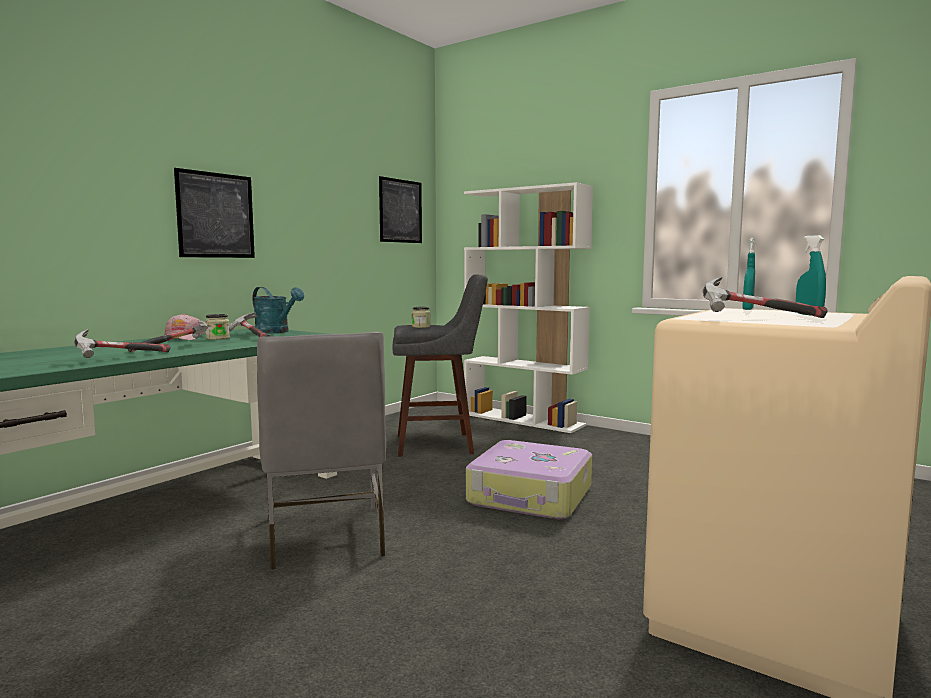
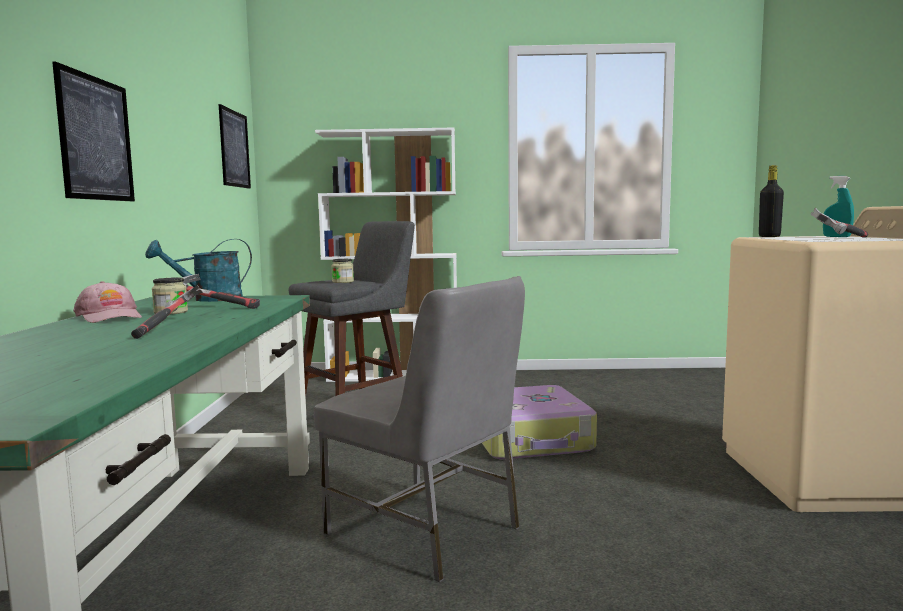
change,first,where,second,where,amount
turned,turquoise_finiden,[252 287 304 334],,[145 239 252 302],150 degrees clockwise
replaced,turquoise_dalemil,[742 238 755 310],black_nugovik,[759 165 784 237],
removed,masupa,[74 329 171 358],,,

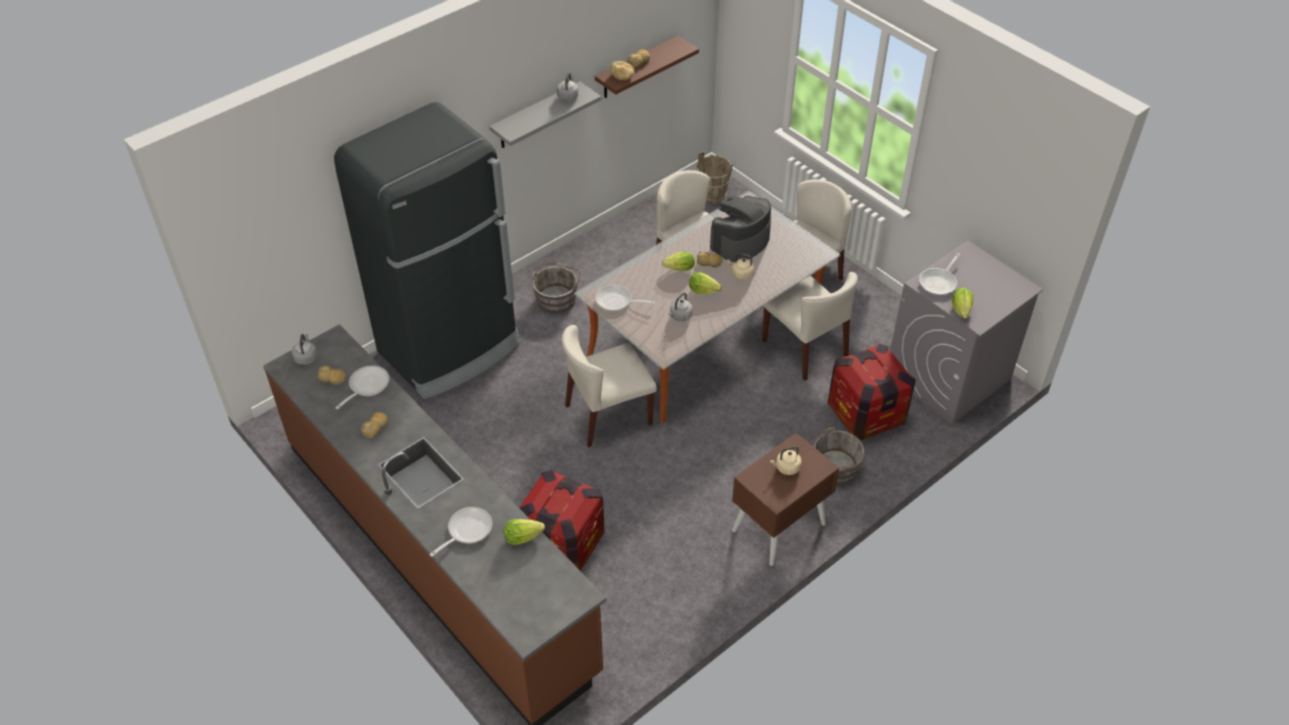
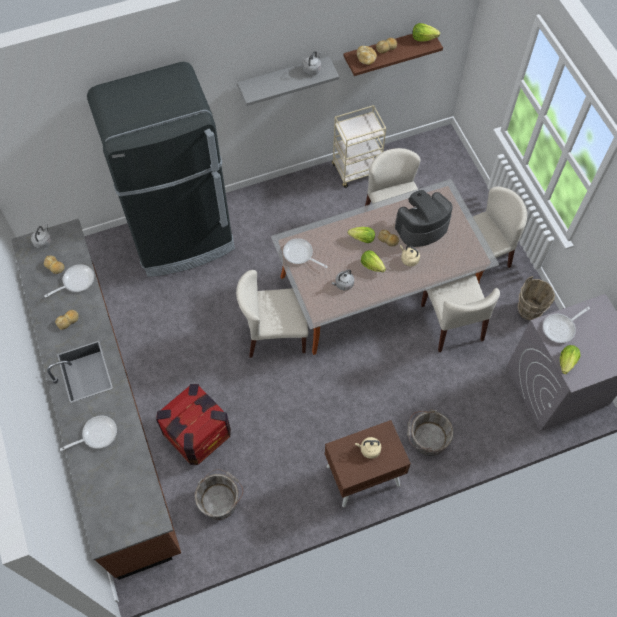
change,first,where,second,where,amount
moved,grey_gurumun,[532 263 580 313],,[194 469 243 520],
added,,,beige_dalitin,[332 105 386 188],
moved,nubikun,[503 519 545 545],,[413 23 440 41],
moved,brown_gurumun,[696 151 733 204],,[518 276 555 320],
removed,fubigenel,[828 344 916 440],,,

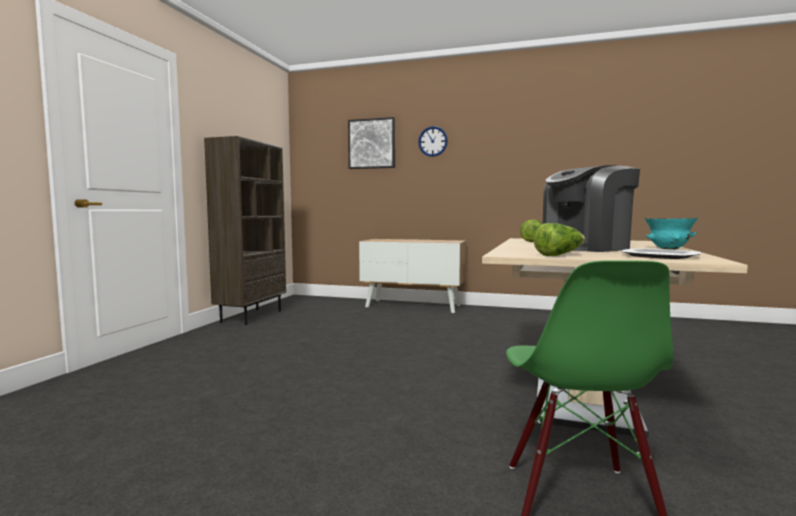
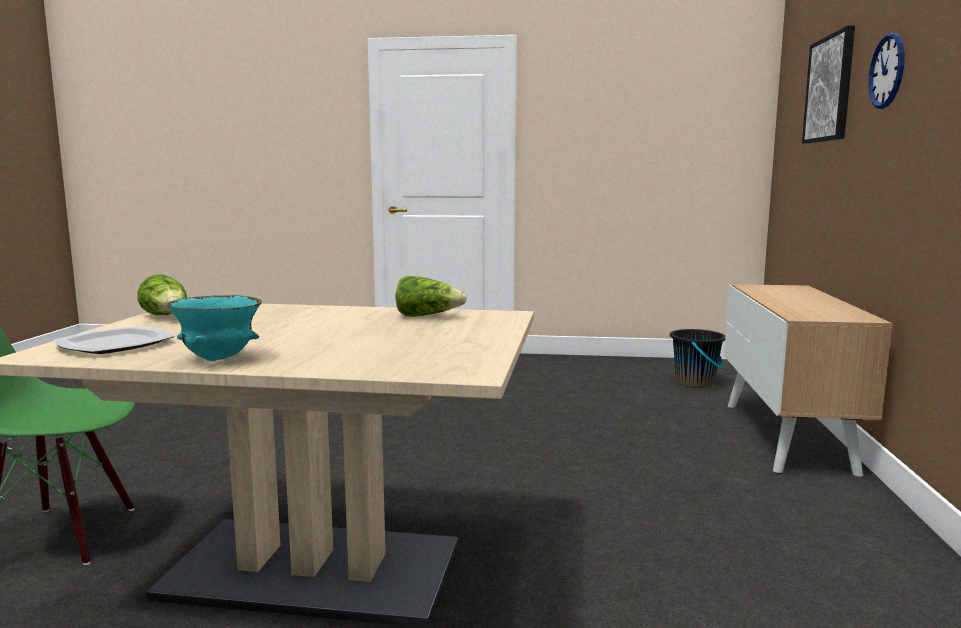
change,first,where,second,where,amount
added,,,black_gurumun,[670 329 725 388],
removed,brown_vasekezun,[204 136 286 325],,,
removed,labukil,[543 165 640 252],,,

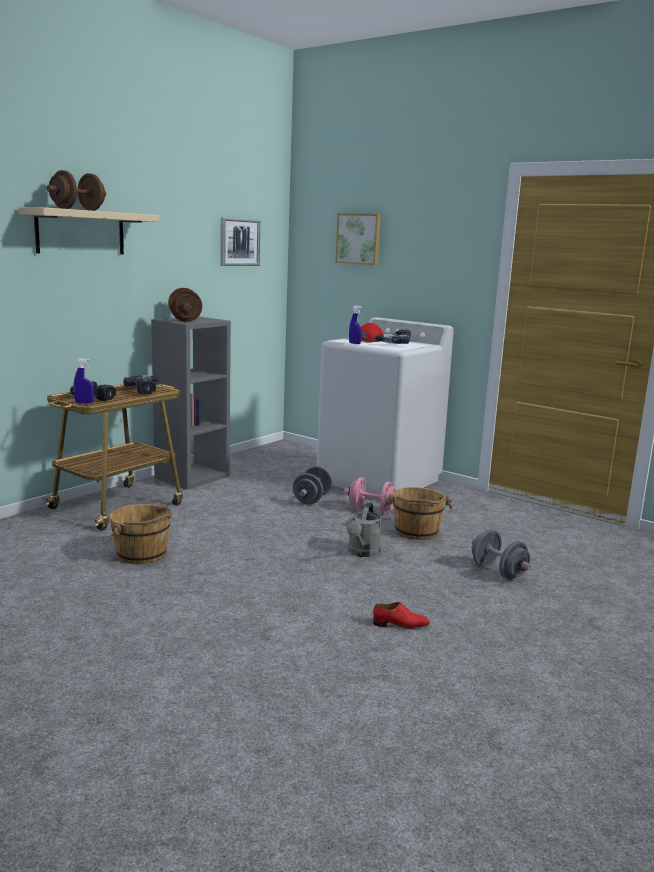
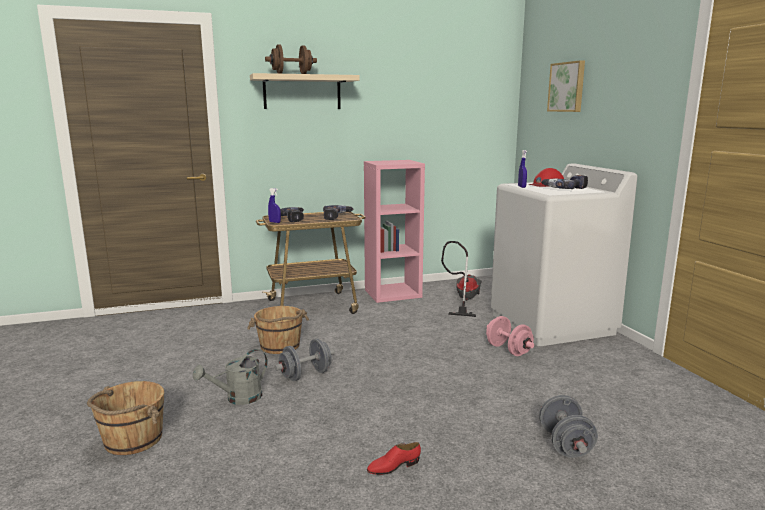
change,first,where,second,where,amount
moved,brown_gurumun,[384 487 453 540],,[87 381 164 455],
moved,grey_finiden,[347 502 381 557],,[193 349 268 405],
moved,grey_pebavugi,[293 466 333 505],,[274 339 335 381],
recoloured,grey_vasekezun,[151 317 231 490],pink_vasekezun,[364 160 425 303],
turned,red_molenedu,[373 602 430 629],,[367 442 421 475],120 degrees clockwise
added,,,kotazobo,[441 241 481 317],
removed,brown_pebavugi,[168 288 202 322],,,
removed,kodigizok,[220 217 260 266],,,

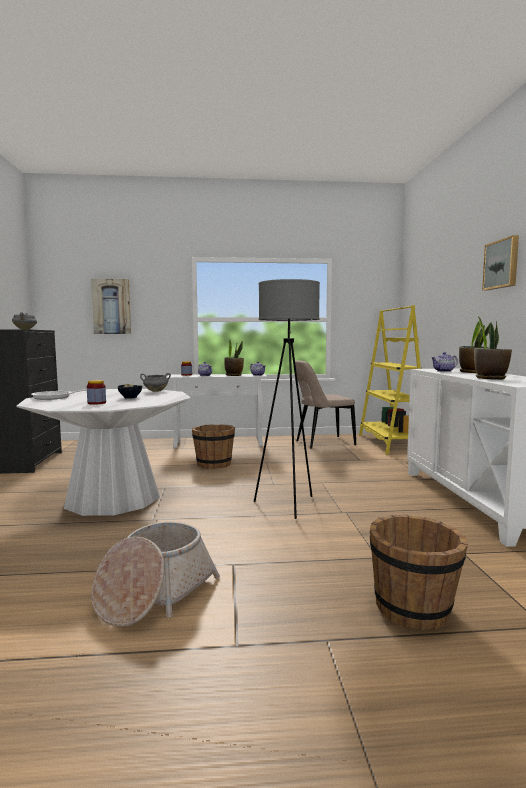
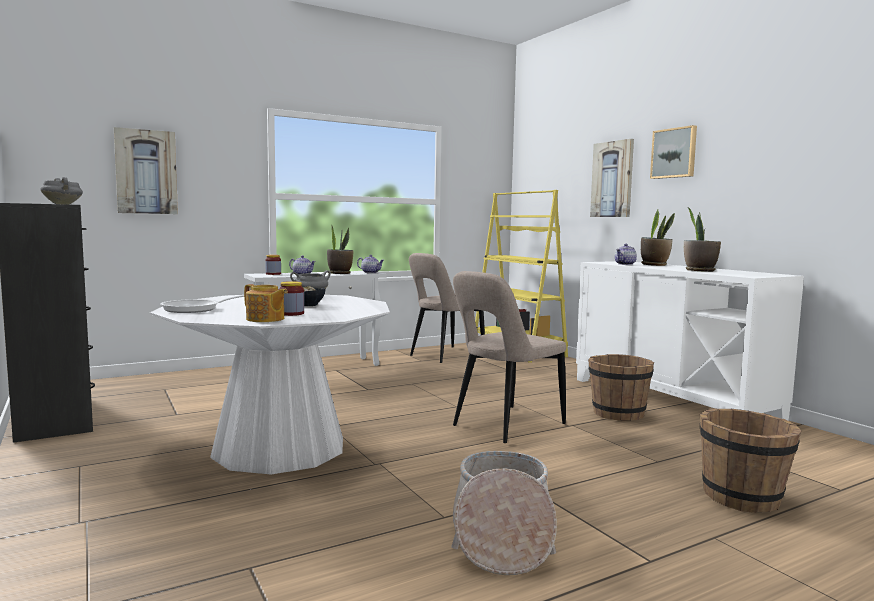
change,first,where,second,where,amount
added,,,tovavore,[244 284 288 322],
replaced,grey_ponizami,[254 279 320 519],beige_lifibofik,[453 271 566 443],
moved,brown_gurumun,[192 424 235 469],,[588 354 654 421],
added,,,kodigizok,[590 139 634 217],

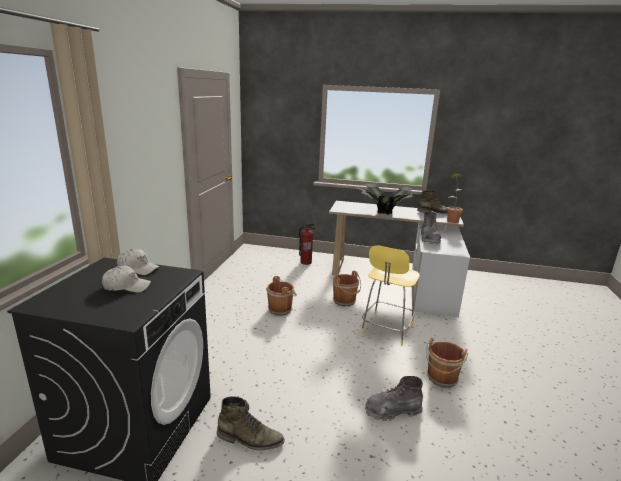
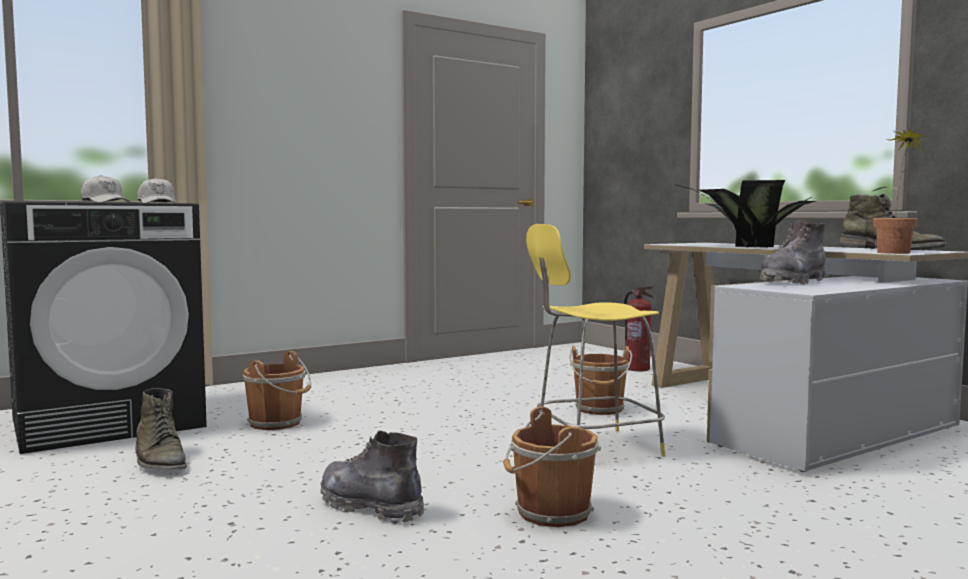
change,first,where,second,where,amount
moved,brown_gurumun,[266 276 297 316],,[243 351 311 430],

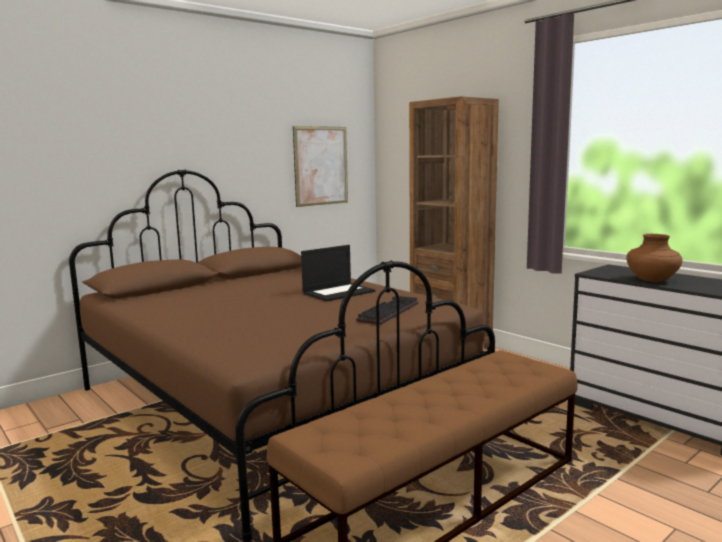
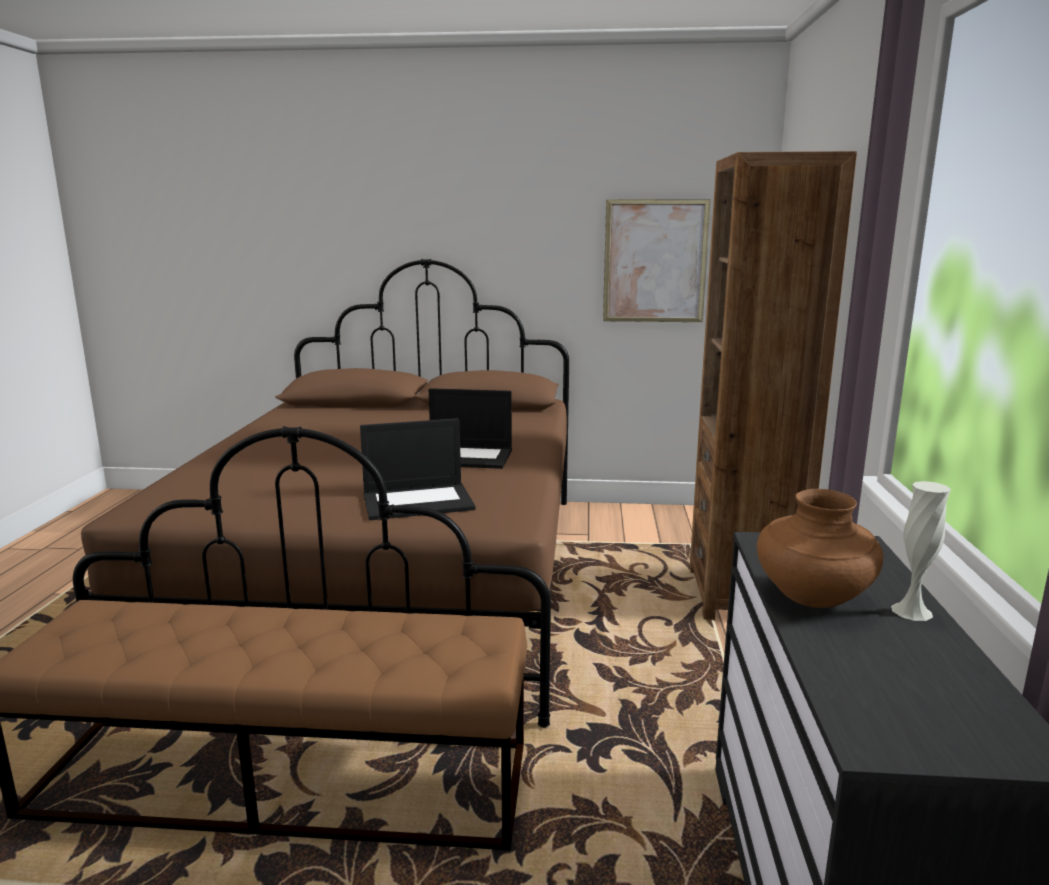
change,first,where,second,where,amount
replaced,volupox,[357 296 418 325],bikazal,[360 418 476 520],
added,,,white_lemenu,[891 481 951 621],

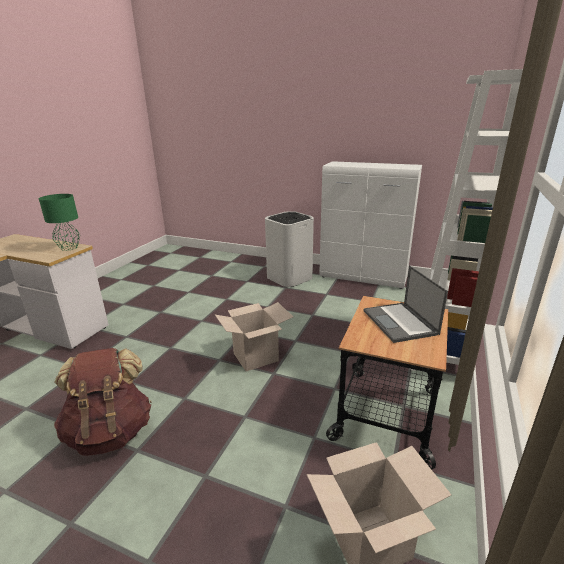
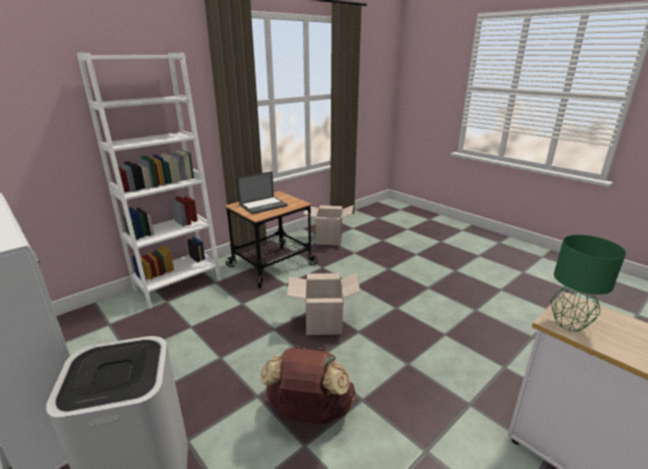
change,first,where,second,where,amount
turned,bikazal,[364 265 448 343],,[237 171 288 214],45 degrees clockwise
moved,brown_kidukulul,[54 348 152 456],,[260 346 356 424],

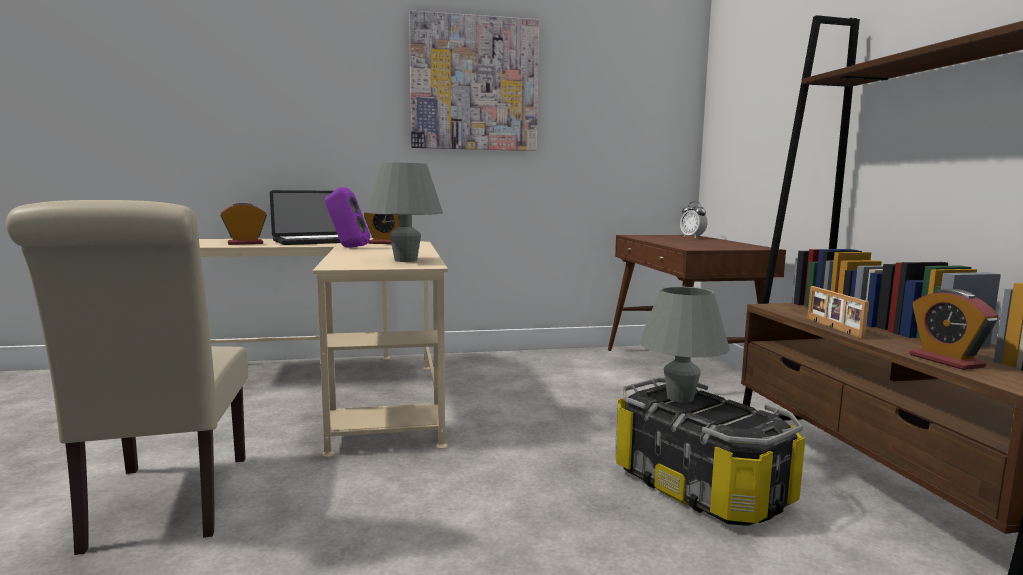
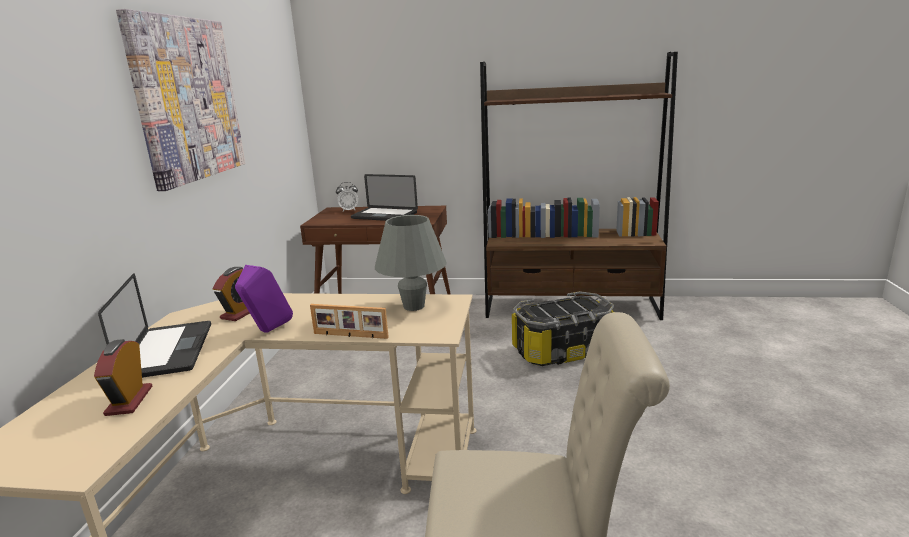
change,first,where,second,where,amount
moved,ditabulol,[807 286 869 339],,[310 304 389 339],
added,,,bikazal,[351 174 418 221],
removed,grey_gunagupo,[639 286 730 403],,,
removed,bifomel,[909 289 998 370],,,

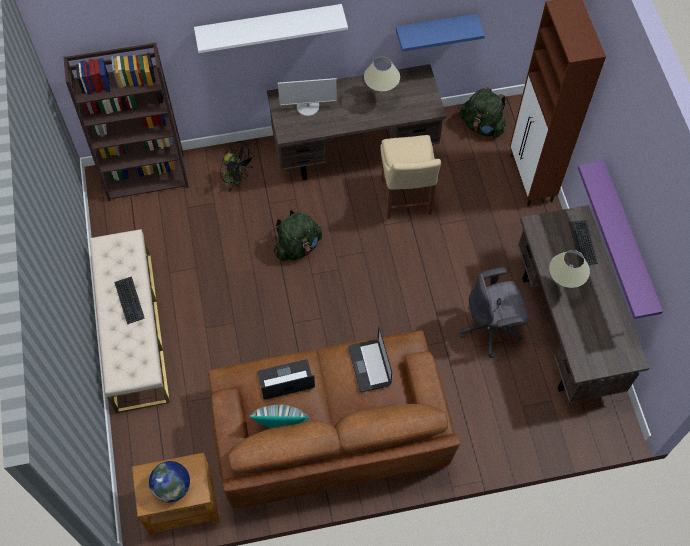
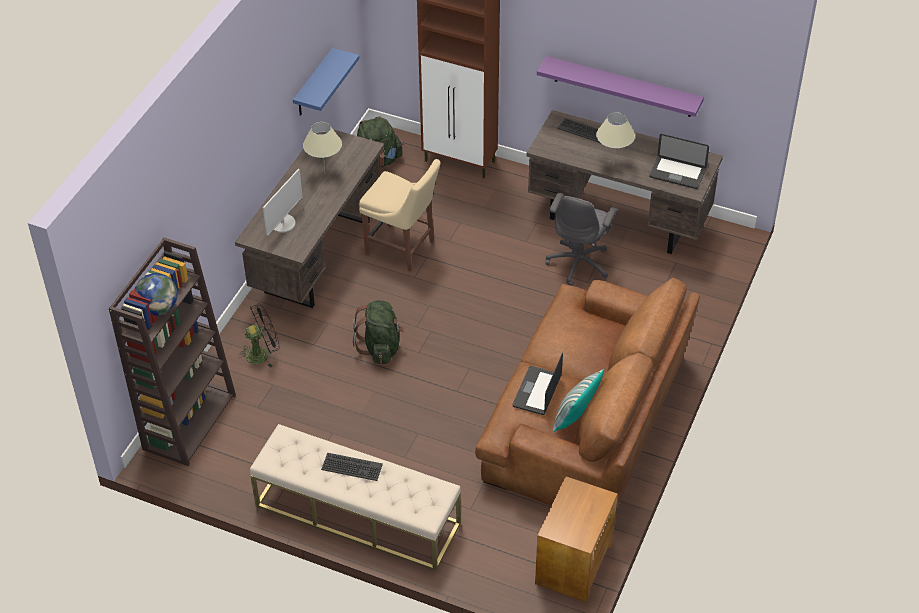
change,first,where,second,where,amount
moved,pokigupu,[149 461 190 503],,[136 273 177 315],
moved,bikazal,[348 326 392 392],,[649 134 709 189],
removed,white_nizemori,[194 4 348 53],,,

